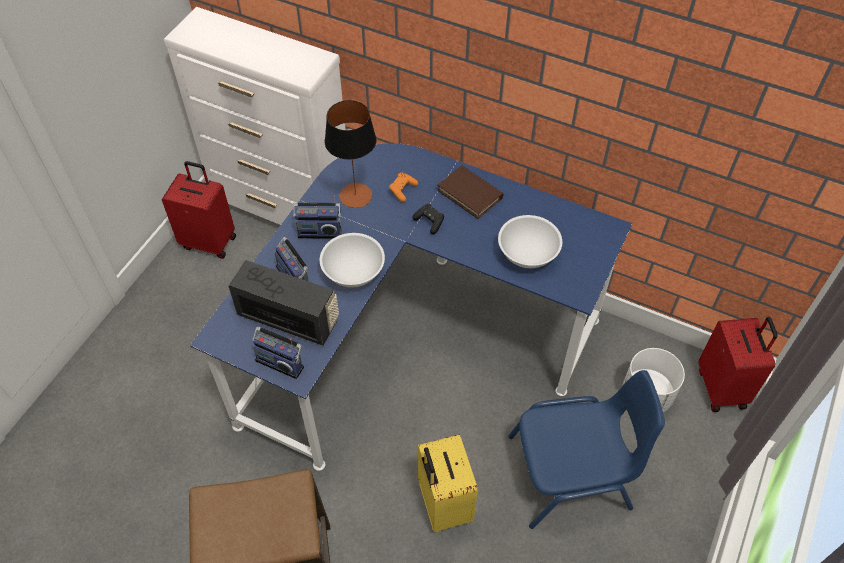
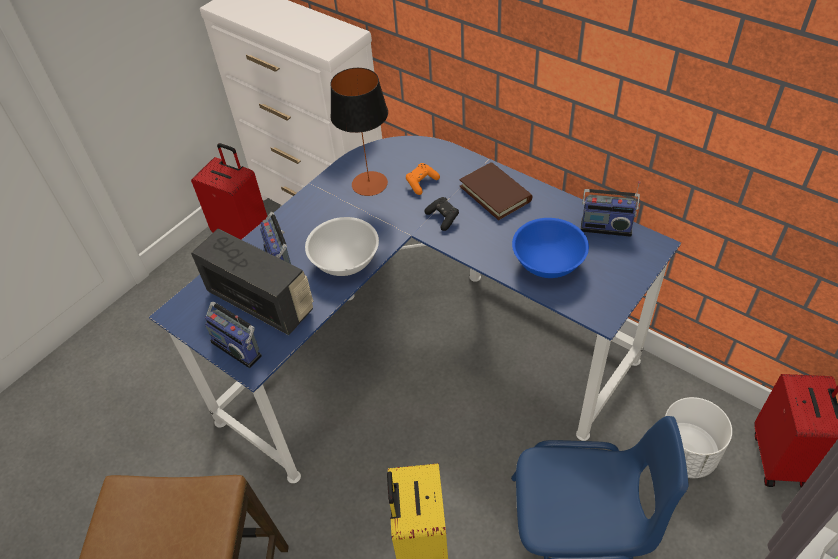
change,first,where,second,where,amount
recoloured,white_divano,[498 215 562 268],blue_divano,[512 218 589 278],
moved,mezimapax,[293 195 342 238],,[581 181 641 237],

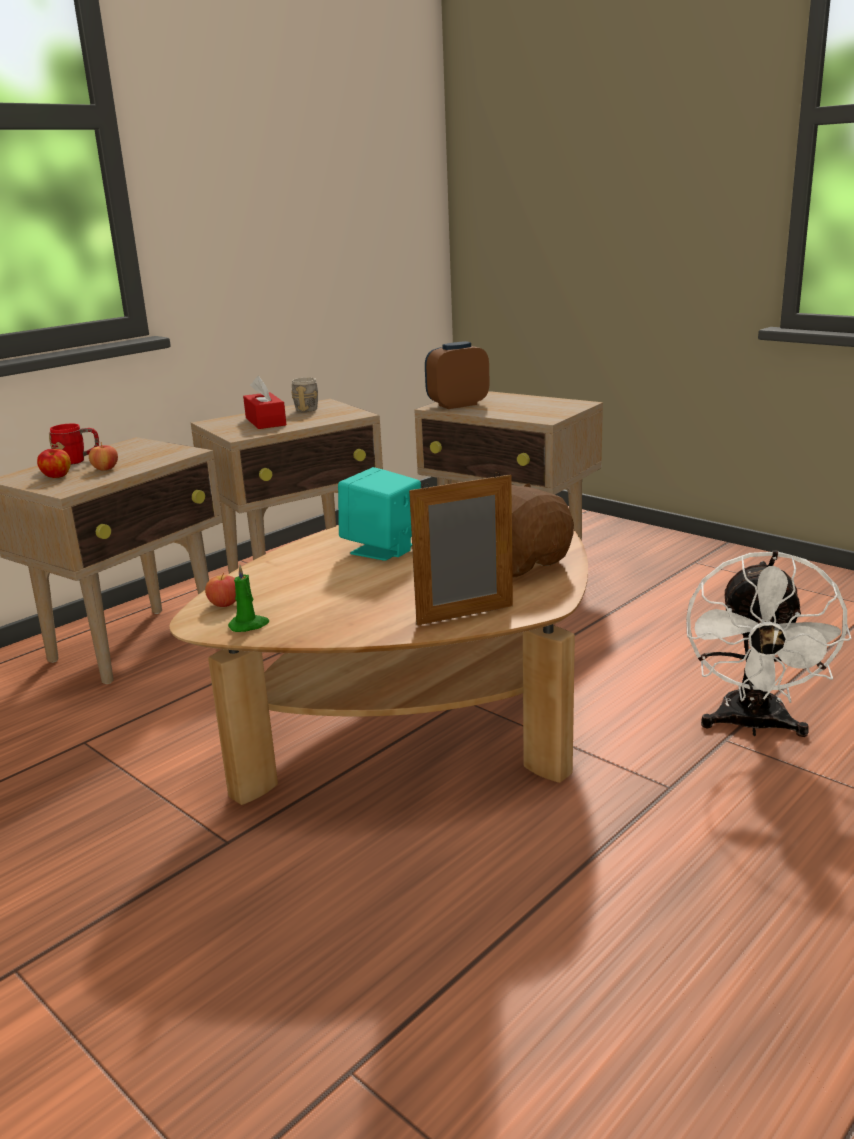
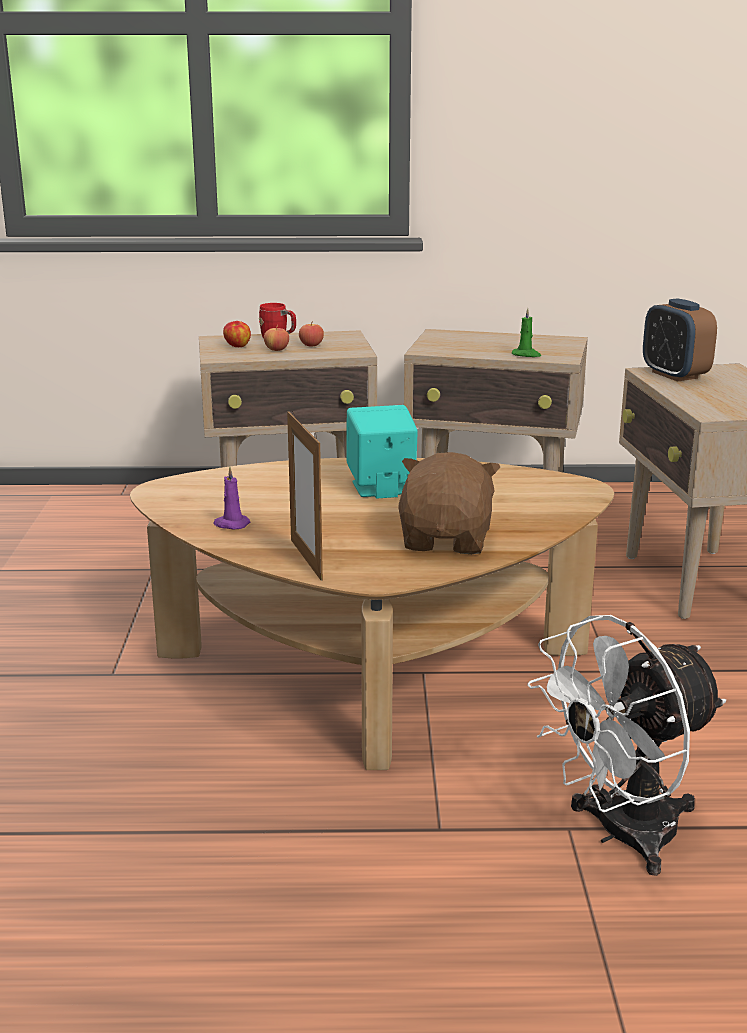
change,first,where,second,where,amount
added,,,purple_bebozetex,[213 466 251 530],
turned,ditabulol,[409 472 513 625],,[287 411 323 581],135 degrees counterclockwise
moved,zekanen,[205 573 236 607],,[299 321 324 346],
moved,green_bebozetex,[228 565 269 632],,[512 308 541 357],
turned,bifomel,[425 341 490 409],,[643 298 717 382],135 degrees counterclockwise
removed,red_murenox,[243 376 286 429],,,
removed,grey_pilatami,[291 377 318 412],,,

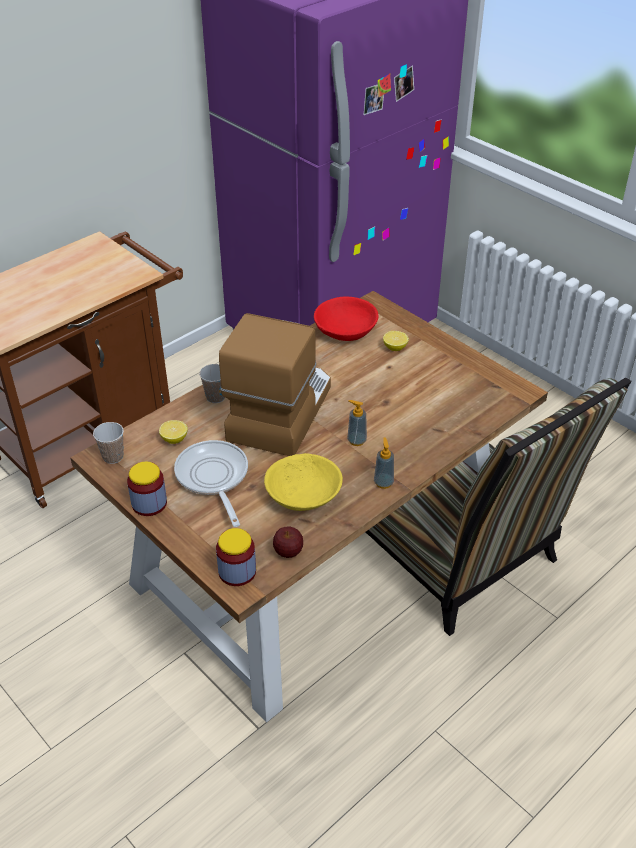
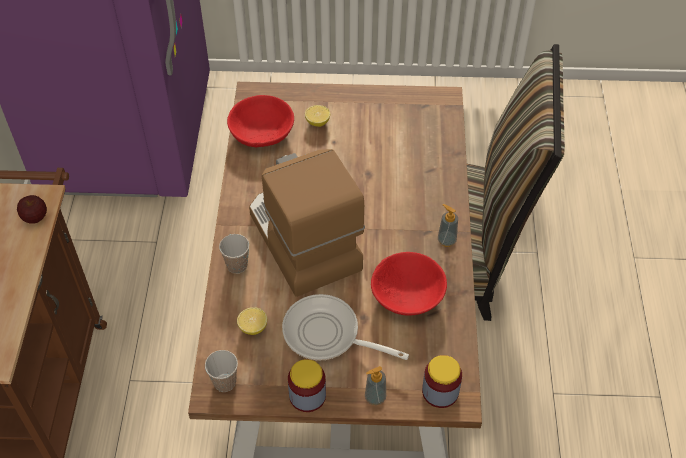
change,first,where,second,where,amount
moved,zekanen,[273 527 303 558],,[17 195 47 224],
moved,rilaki,[347 400 367 446],,[365 366 386 405],
recoloured,yellow_divano,[264 453 343 511],red_divano,[371 252 447 316],

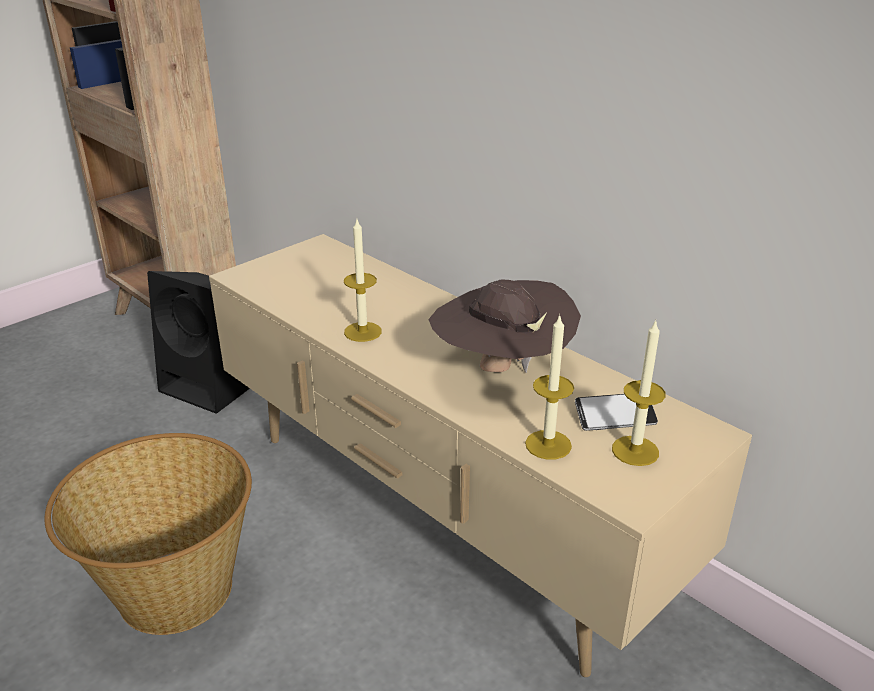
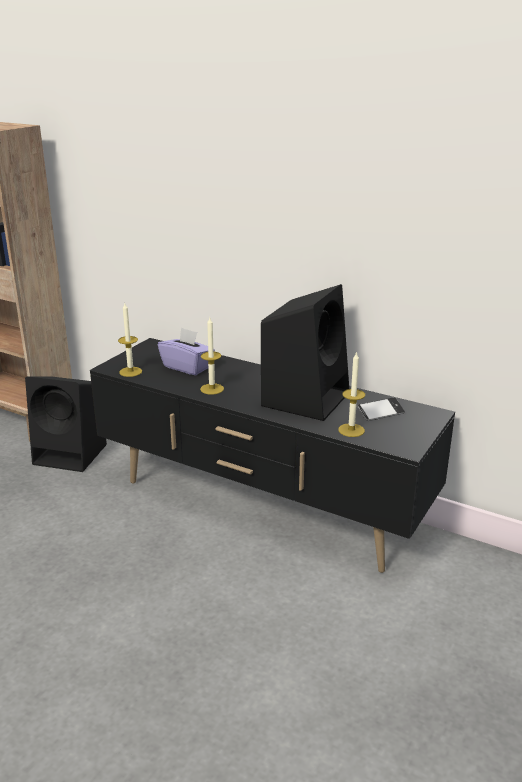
change,first,where,second,where,amount
recoloured,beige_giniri,[209 234 752 677],black_giniri,[90 338 455 573],
moved,bebozetex,[612 320 666 466],,[118 303 142 377],
added,,,purple_murenox,[158 327 215 375],
replaced,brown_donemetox,[428 279 581 373],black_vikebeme,[261 284 349 421],
removed,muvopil,[44 433 252 635],,,

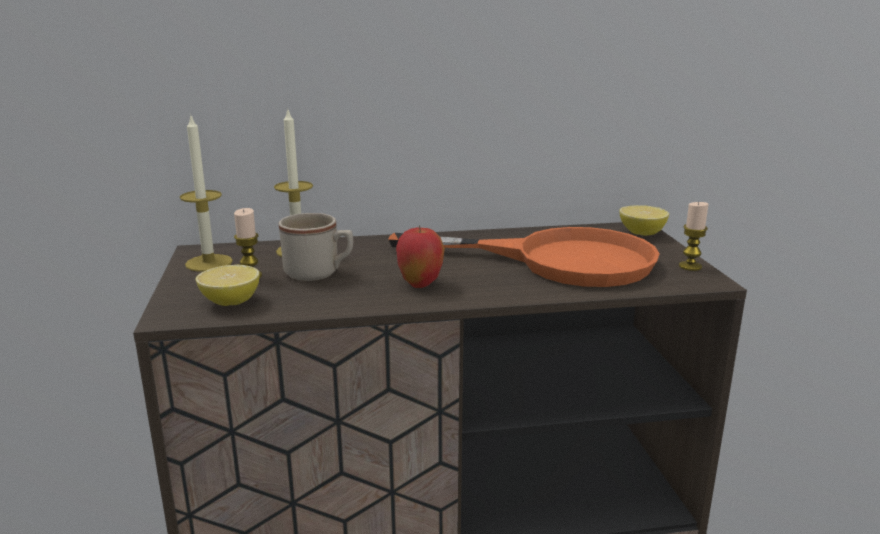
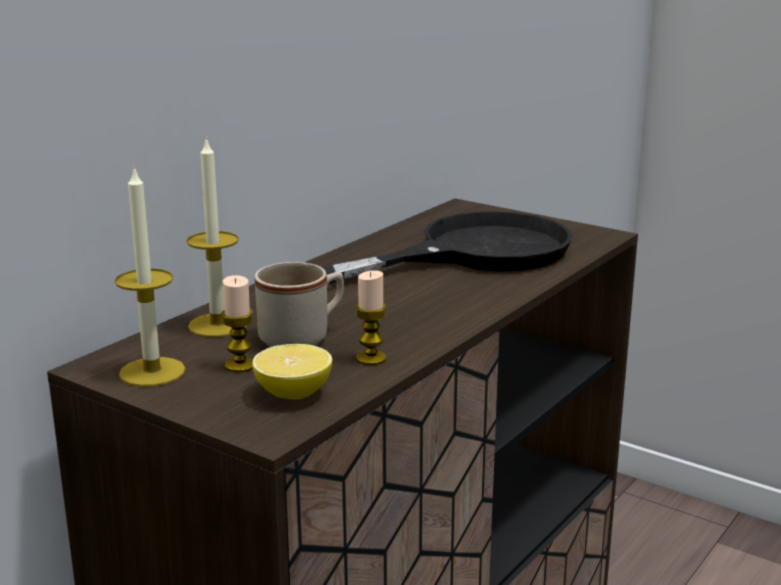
change,first,where,second,where,amount
recoloured,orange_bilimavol,[388 227 660 287],black_bilimavol,[322 211 573 284],
moved,bebozetex,[679 202 709 271],,[355 270 387 365],
removed,zekanen,[396 225 445 288],,,
removed,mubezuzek,[619 205 669 236],,,

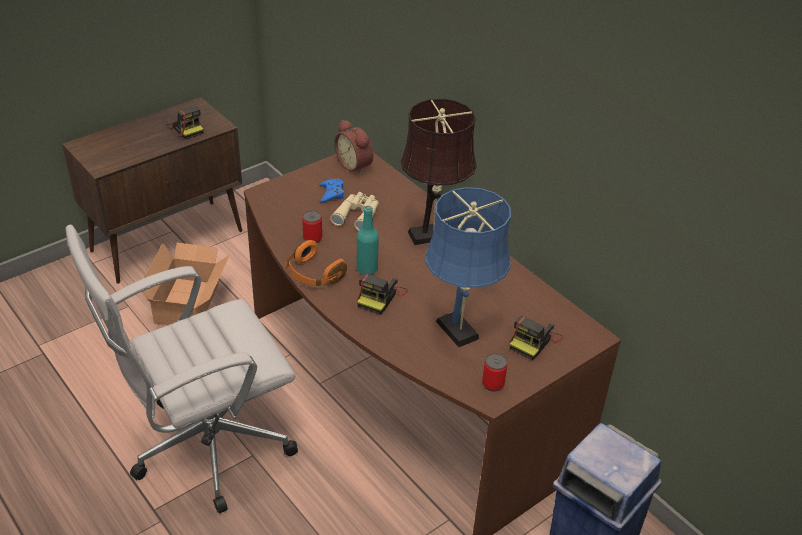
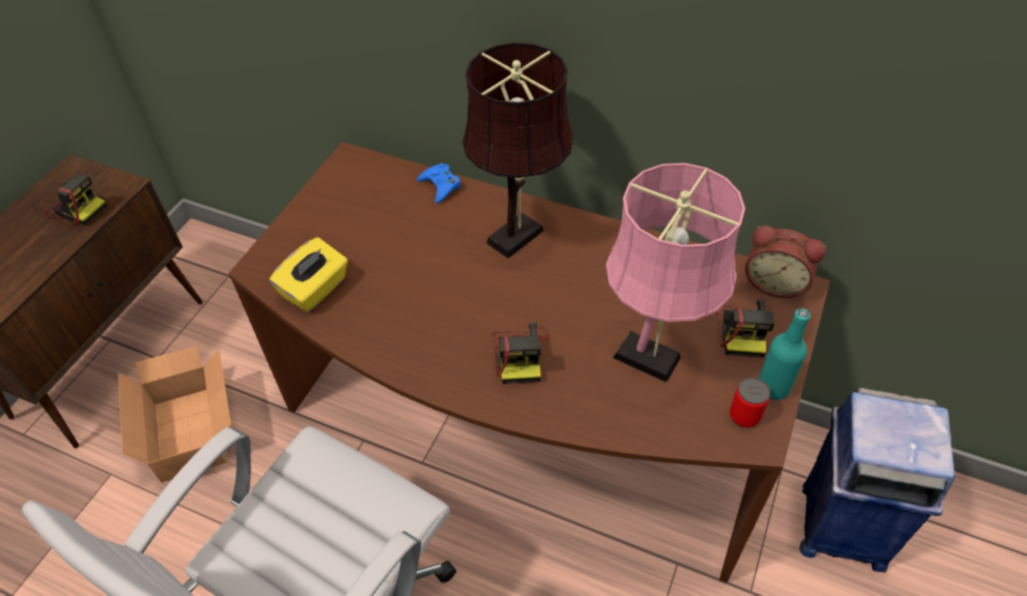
change,first,where,second,where,amount
added,,,yellow_murenox,[269 237 348 312],
moved,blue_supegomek,[320 179 344 203],,[417 163 461 204],
recoloured,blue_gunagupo,[426 187 511 348],pink_gunagupo,[606 163 745 383],
moved,bifomel,[335 120 374 175],,[745 225 826 298],
moved,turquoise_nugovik,[357 206 379 275],,[759 308 810 400],
removed,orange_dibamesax,[285 240 347 286],,,
removed,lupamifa,[302 210 322 243],,,
removed,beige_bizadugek,[330 192 379 231],,,

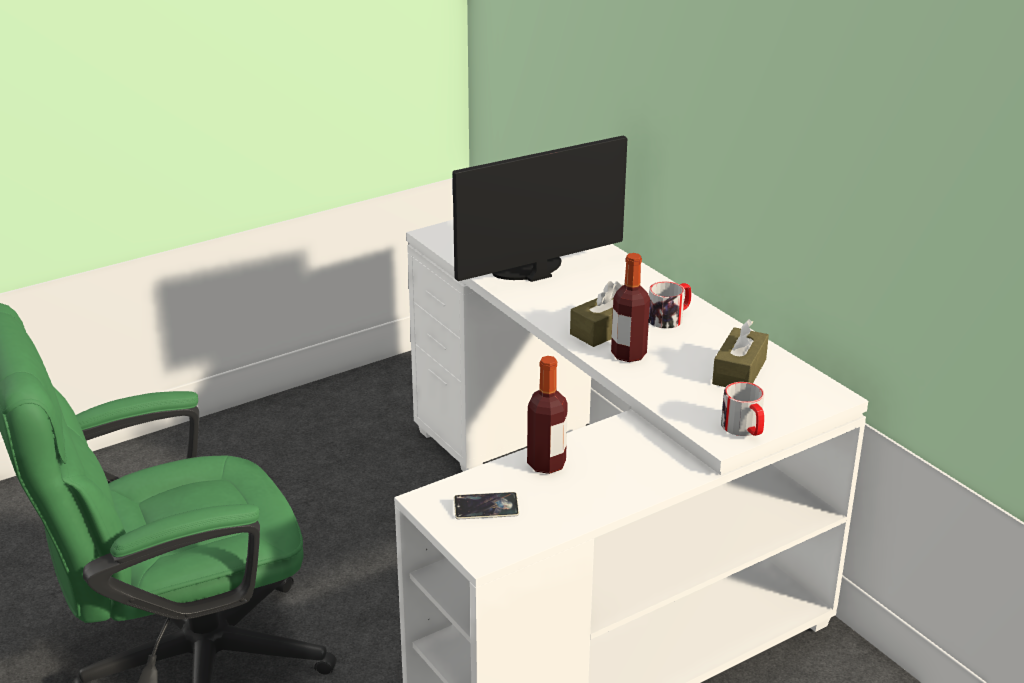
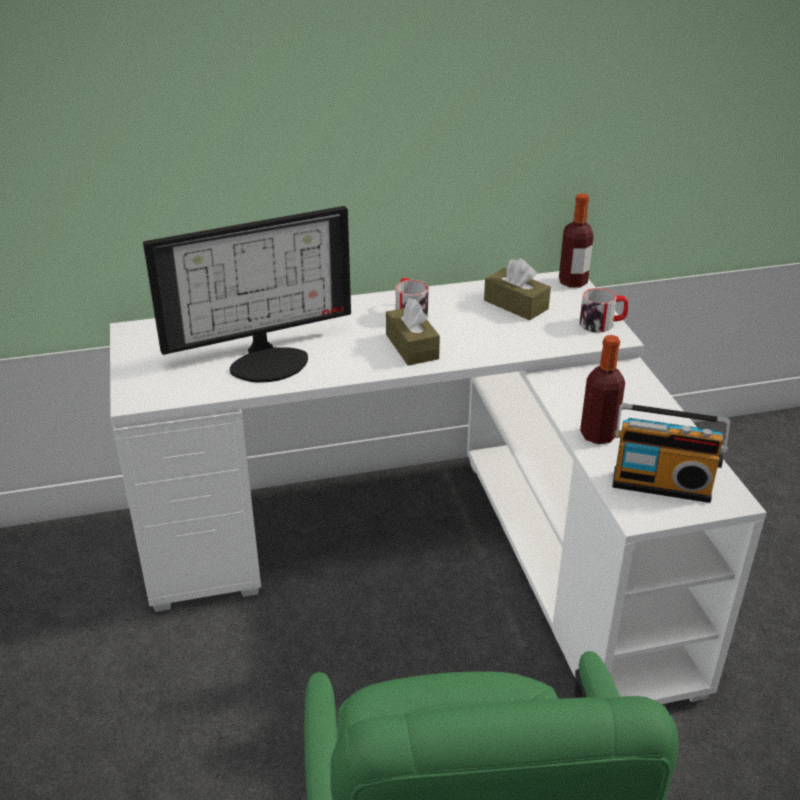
change,first,where,second,where,amount
turned,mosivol,[453 136 627 282],,[143 206 351 382],105 degrees counterclockwise
moved,nugovik,[611 253 650 362],,[559 193 594 287],
replaced,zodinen,[454 492 519 519],mezimapax,[612 403 730 503],

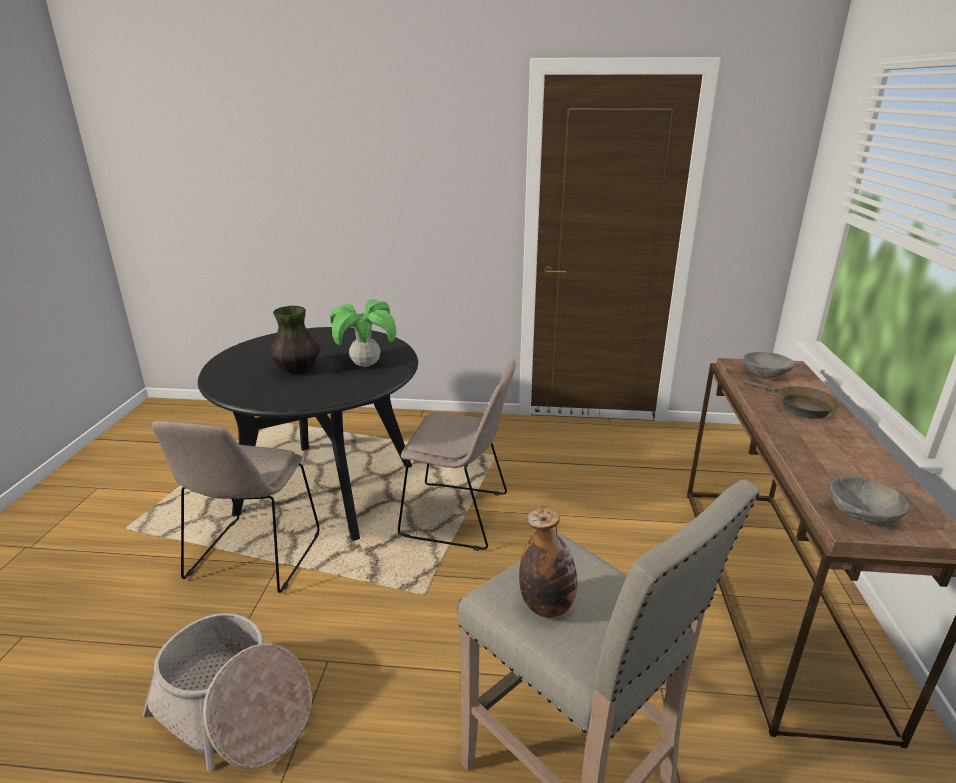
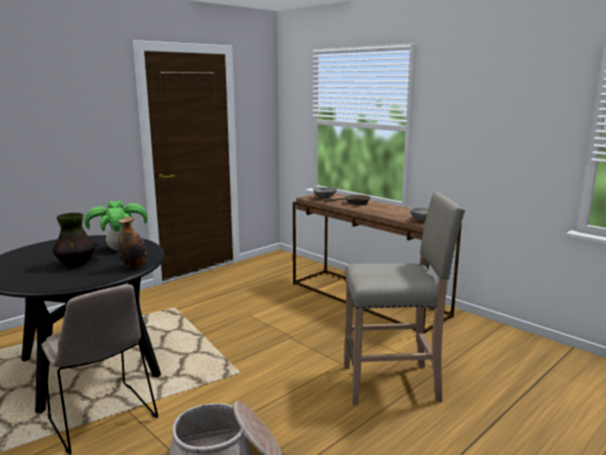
change,first,where,second,where,amount
moved,nugovik,[519 506 577 618],,[118 217 147 269],
removed,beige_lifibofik,[398 359 516 551],,,

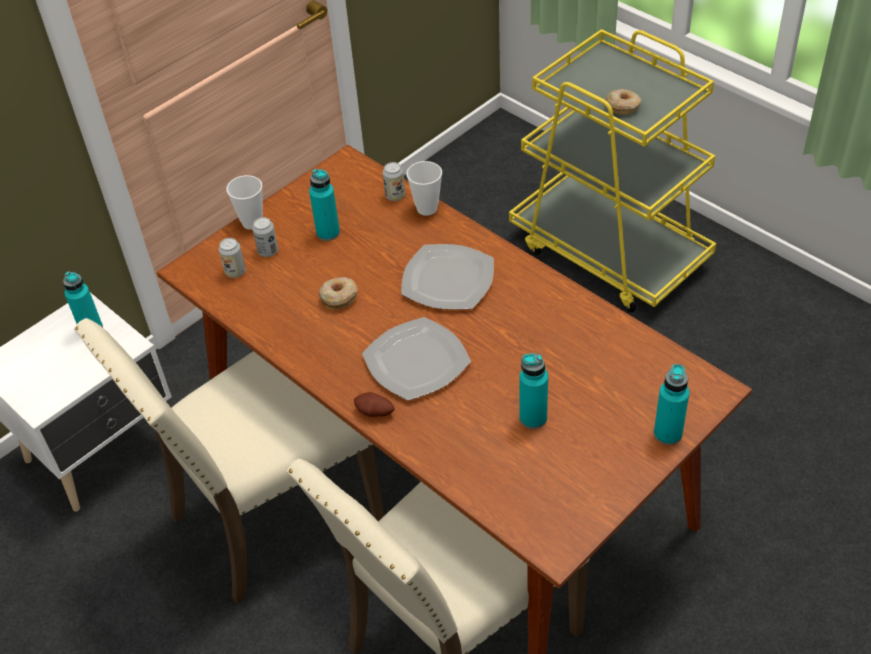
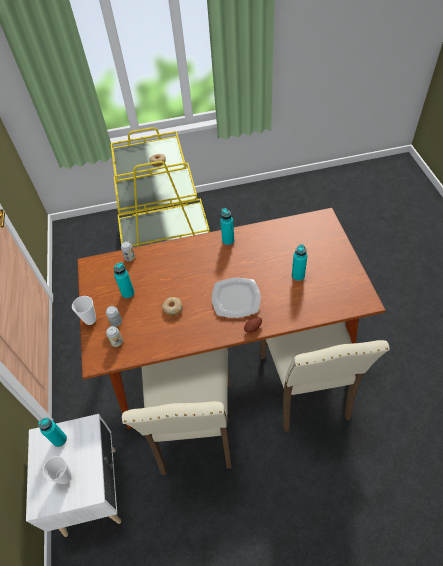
change,first,where,second,where,amount
moved,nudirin,[406 161 442 216],,[43 456 71 484],
moved,turquoise_nugovik,[654 364 689 445],,[220 208 234 245],
removed,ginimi,[401 244 494 310],,,

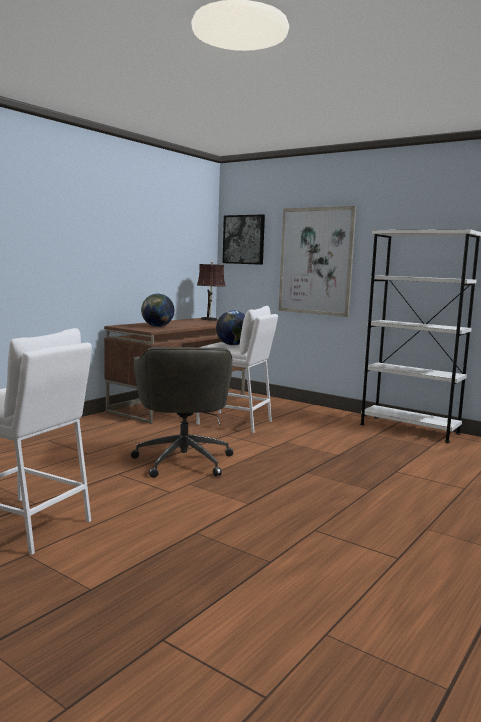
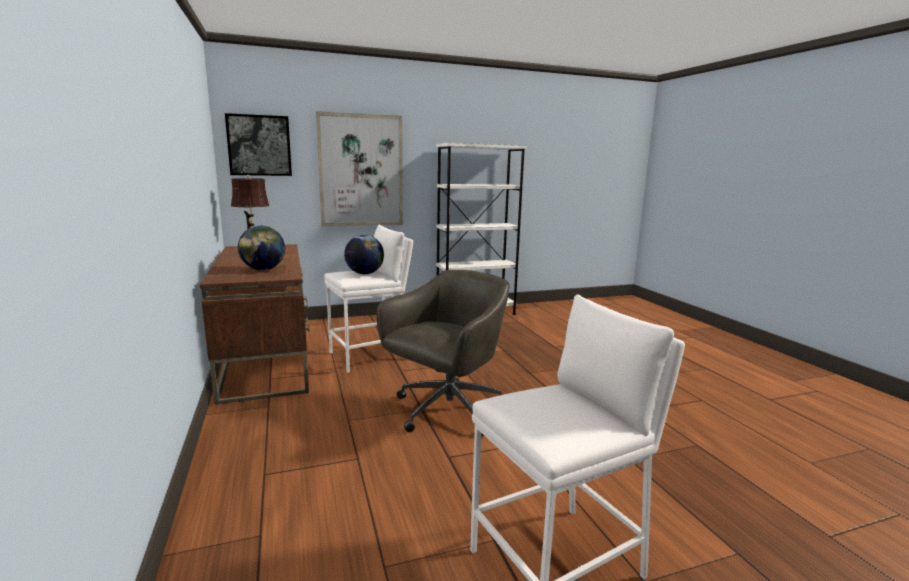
change,first,where,second,where,amount
turned,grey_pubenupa,[131 347 233 478],,[376 270 510 437],75 degrees counterclockwise

